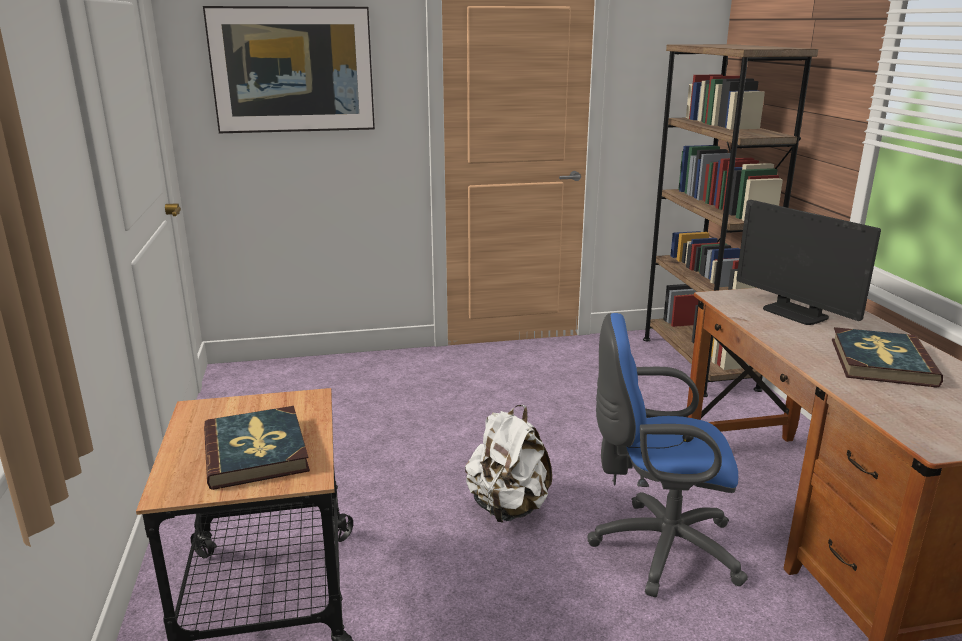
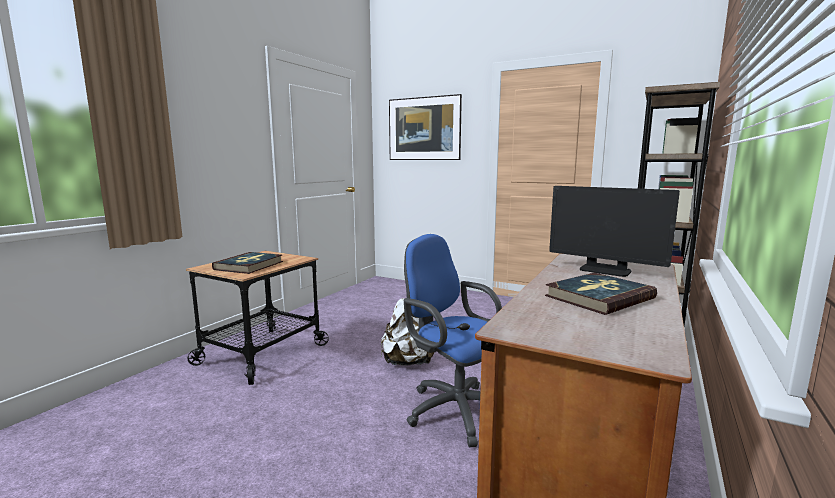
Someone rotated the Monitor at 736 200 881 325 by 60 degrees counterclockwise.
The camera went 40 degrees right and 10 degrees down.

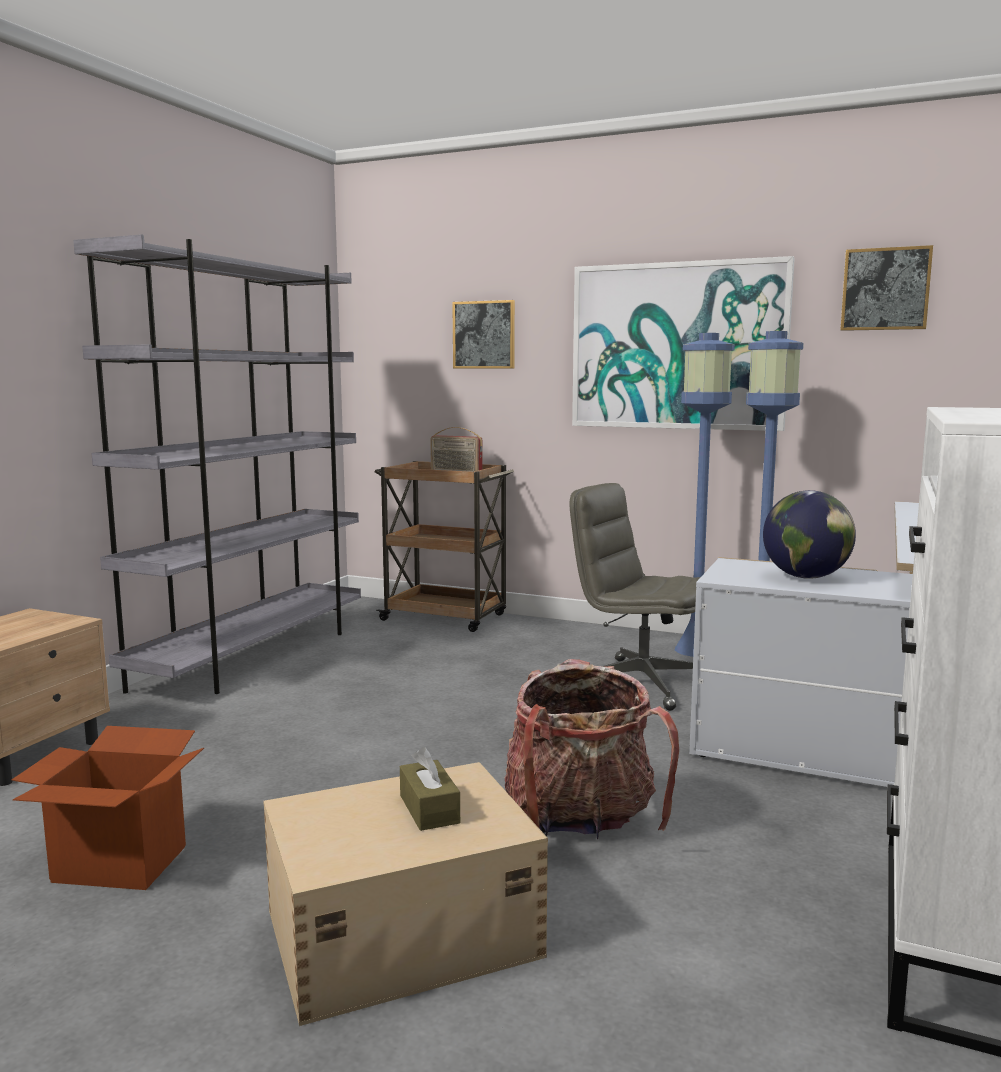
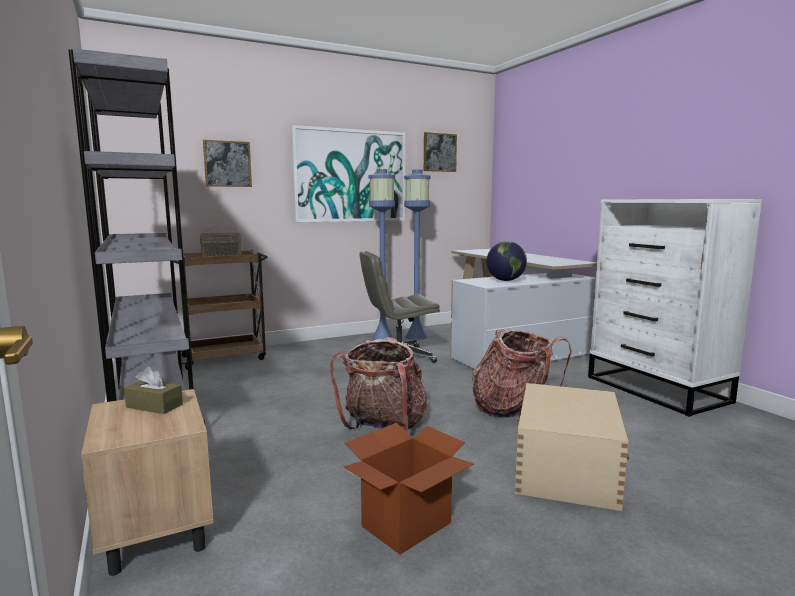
Someone carried the Taschentuchbox/braun from 400 747 460 831 to 124 367 183 414.
Someone put down the Rucksack at 330 337 427 433.
The camera went 50 degrees left and 0 degrees up.

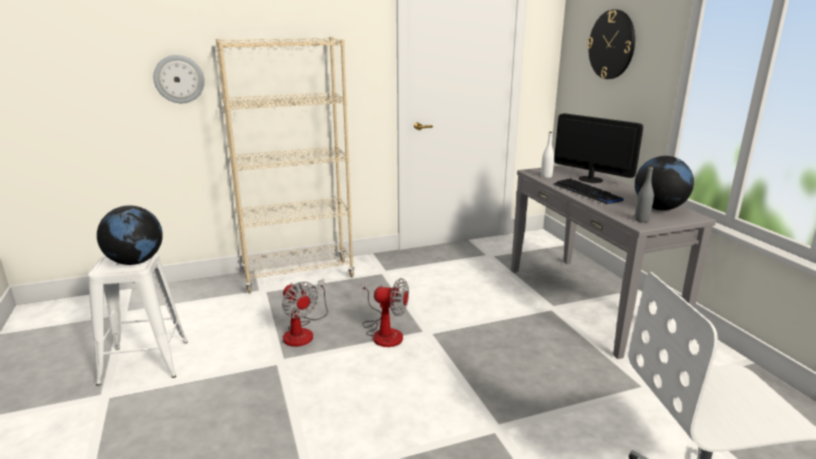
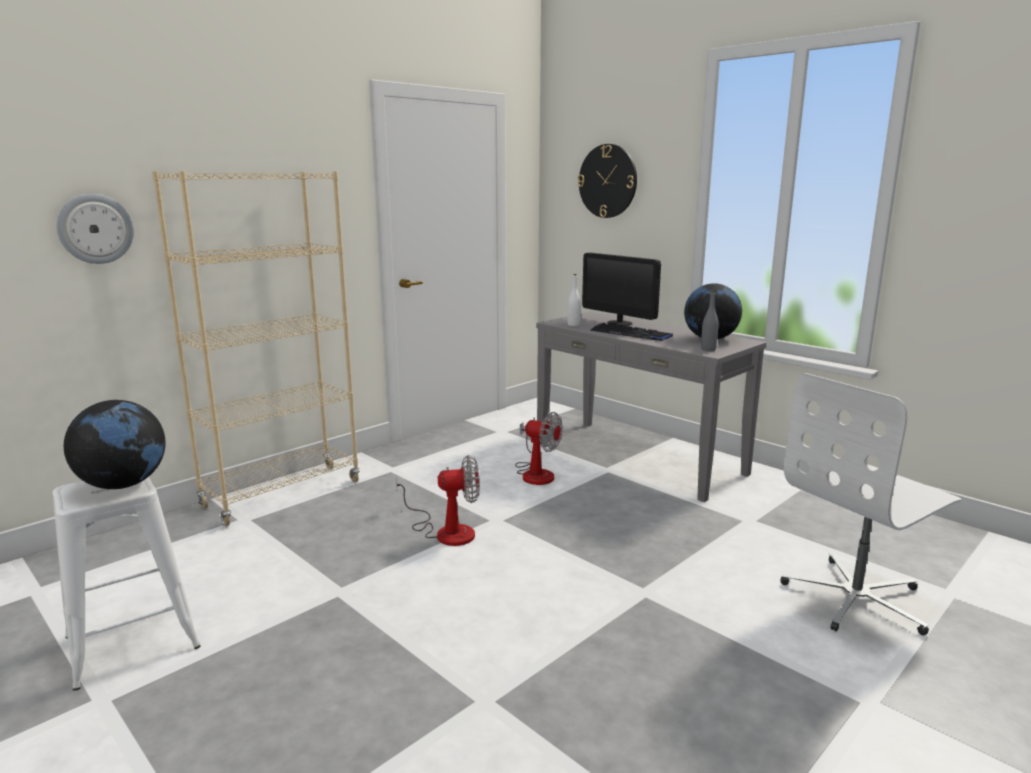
Someone carried the Ventilator from 282 279 328 347 to 515 412 563 485.
Someone rotated the Monitor at 554 113 643 183 by 150 degrees counterclockwise.
The camera went 25 degrees left and 5 degrees down.

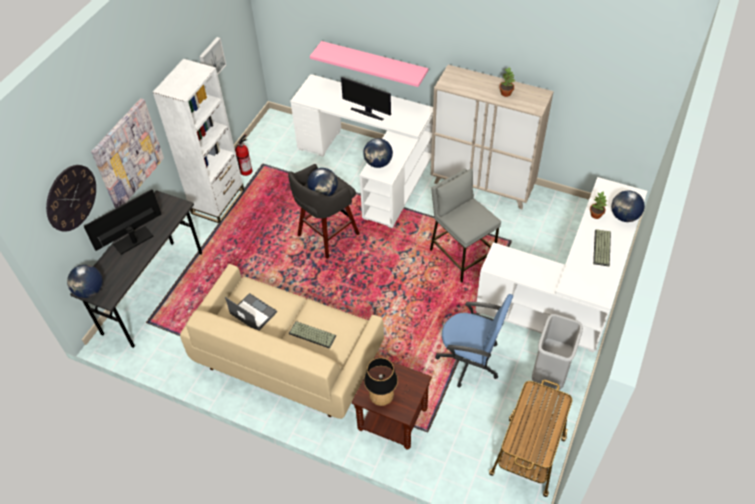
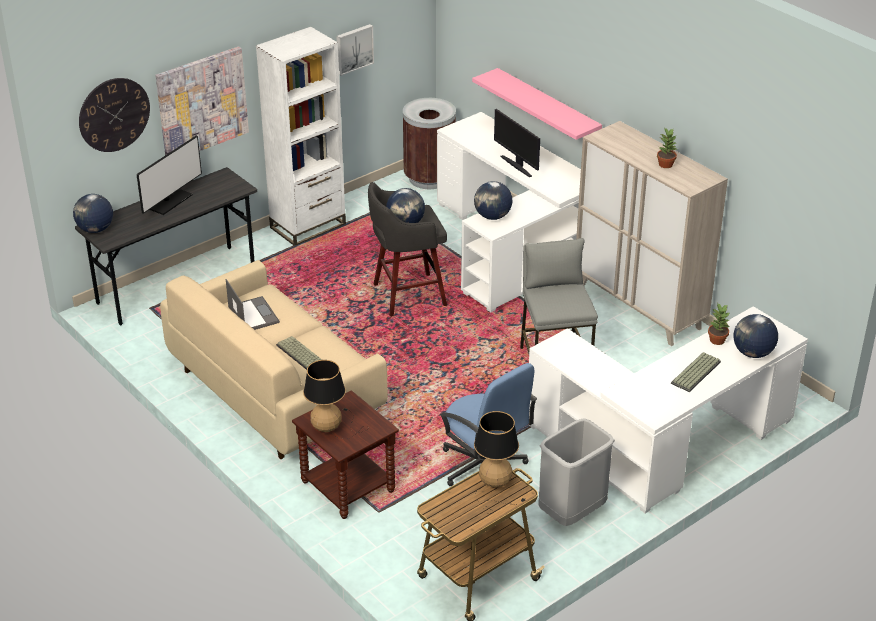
Someone rotated the Monitor at 84 189 162 255 by 135 degrees clockwise.
Someone put down the Mülleimer/braun at 403 98 456 189.
Someone put down the Tischlampe at 474 411 525 514.
Someone took away the Feuerlöscher at 235 134 252 176.
The camera went 25 degrees right and 15 degrees down.

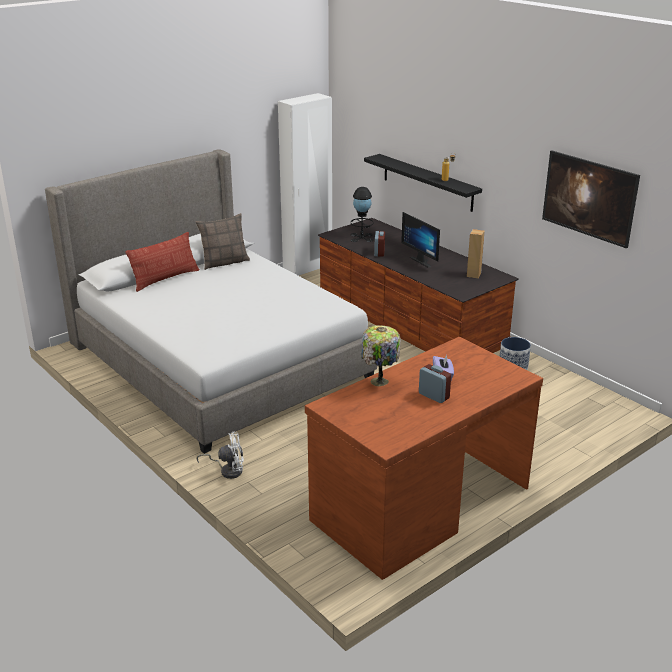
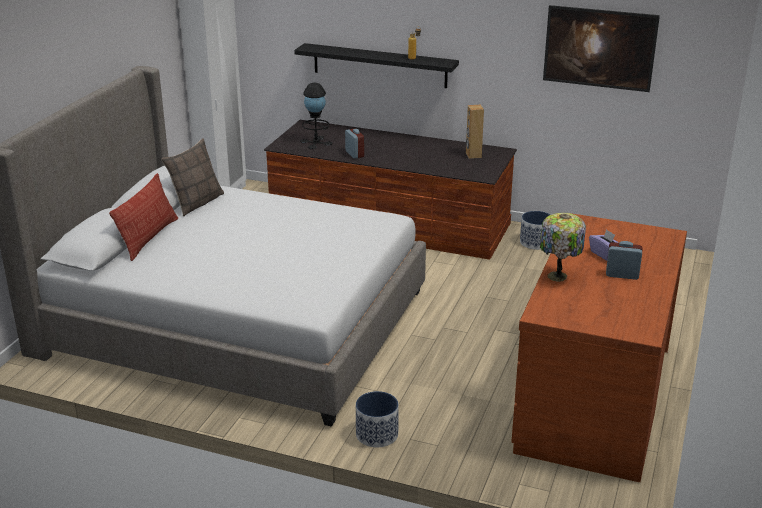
Someone swapped the Ventilator/weiß at 196 432 244 479 for the Pflanzkübel at 356 391 399 447.
Someone took away the Monitor at 401 212 440 268.
The camera went 30 degrees left and 0 degrees up.

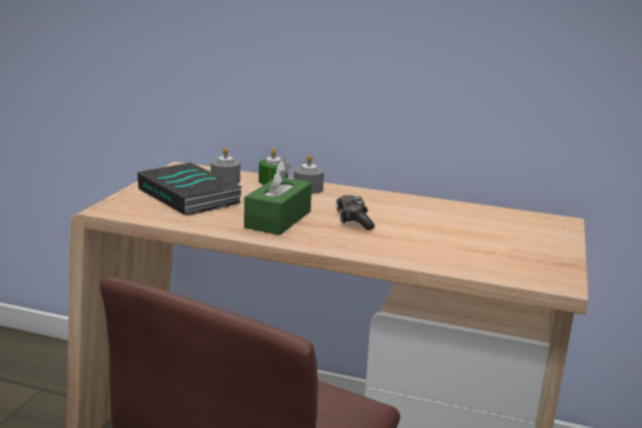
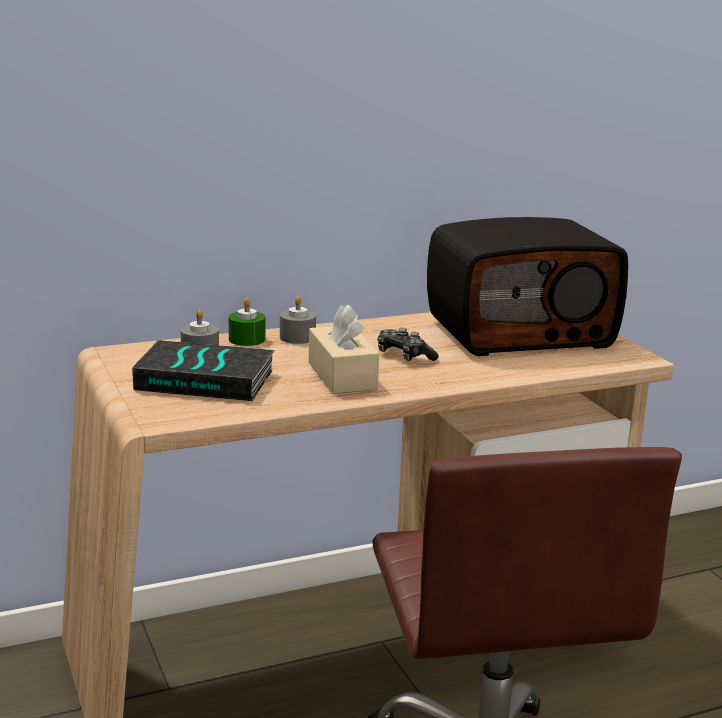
Someone repainted the Taschentuchbox/grün at 244 159 312 235, which became the Taschentuchbox/beige at 309 304 379 394.
Someone put down the Radio at 427 217 628 356.
The camera went 40 degrees left and 0 degrees up.

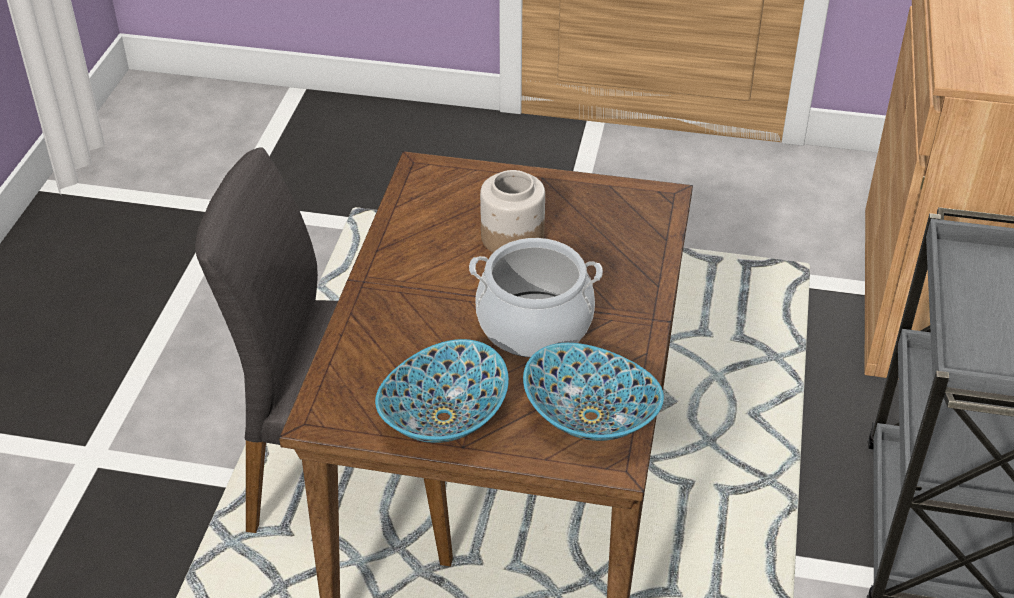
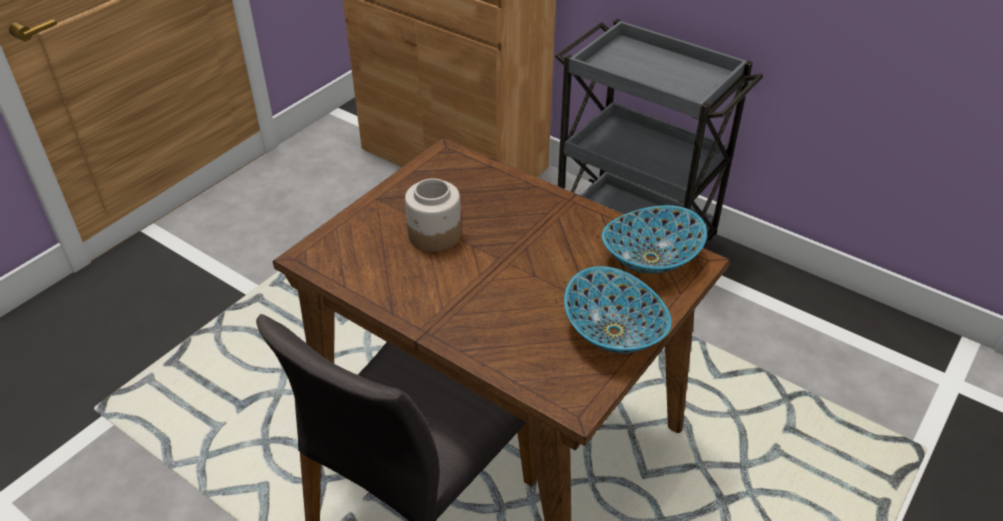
Someone took away the Kochtopf at 469 238 603 358.
The camera went 65 degrees left and 0 degrees up.

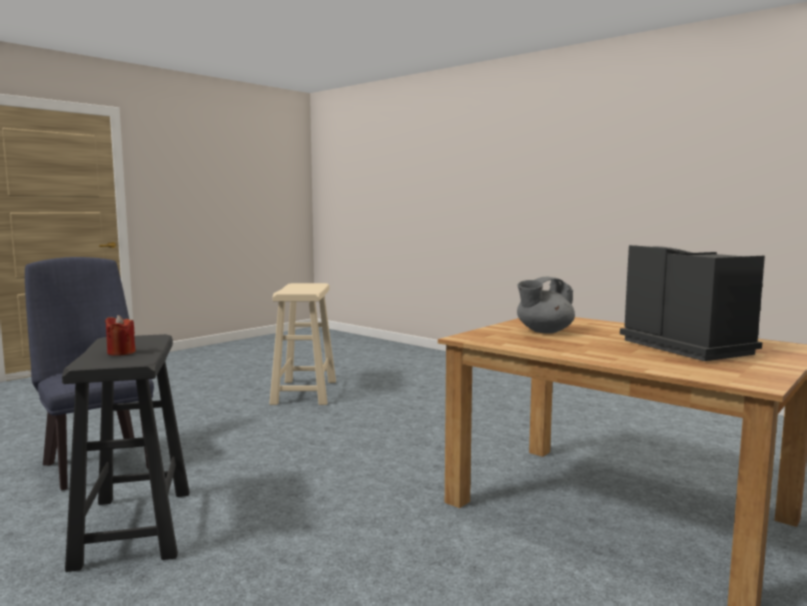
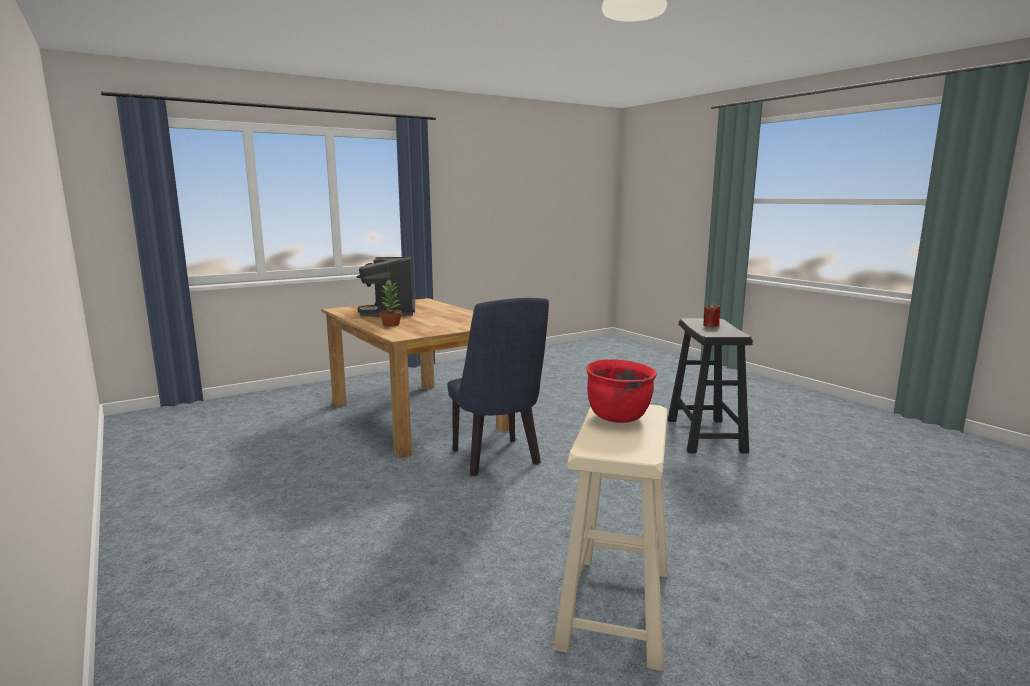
Someone put down the Topfpflanze at 379 279 402 327.
Someone carried the Stuhl/blau from 25 257 154 491 to 447 298 549 476.
Someone put down the Kochtopf/rot at 586 359 657 423.
Someone took away the Teekanne/grau at 517 277 575 333.
The camera went 165 degrees left and 5 degrees up.

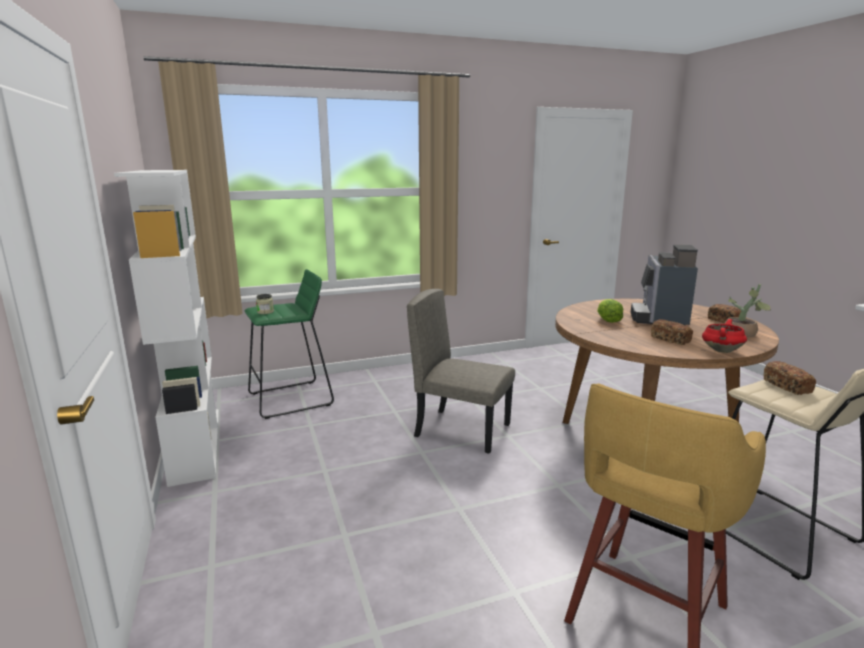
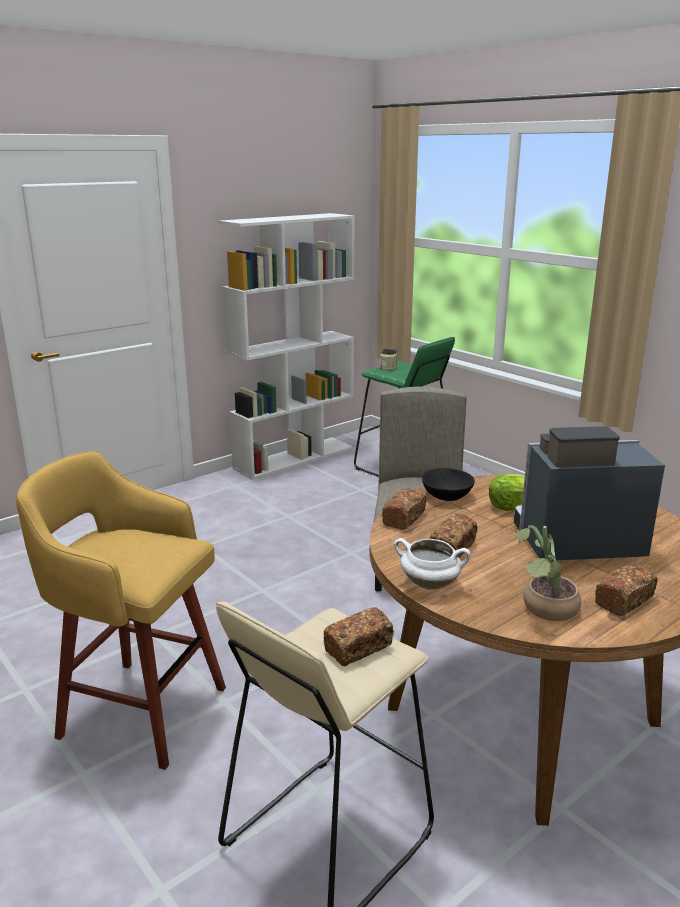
Someone put down the Brot at 382 488 426 530.
Someone repainted the Kochtopf/rot at 702 319 747 353, which became the Kochtopf/weiß at 394 538 471 590.
Someone put down the Schüssel/schwarz at 422 468 475 501.
The camera went 70 degrees right and 5 degrees up.

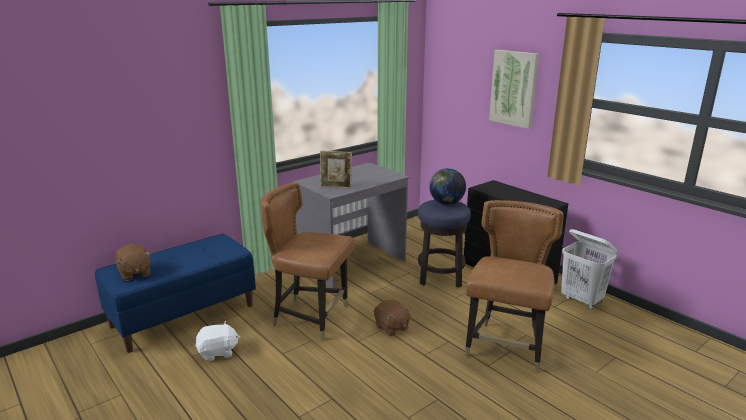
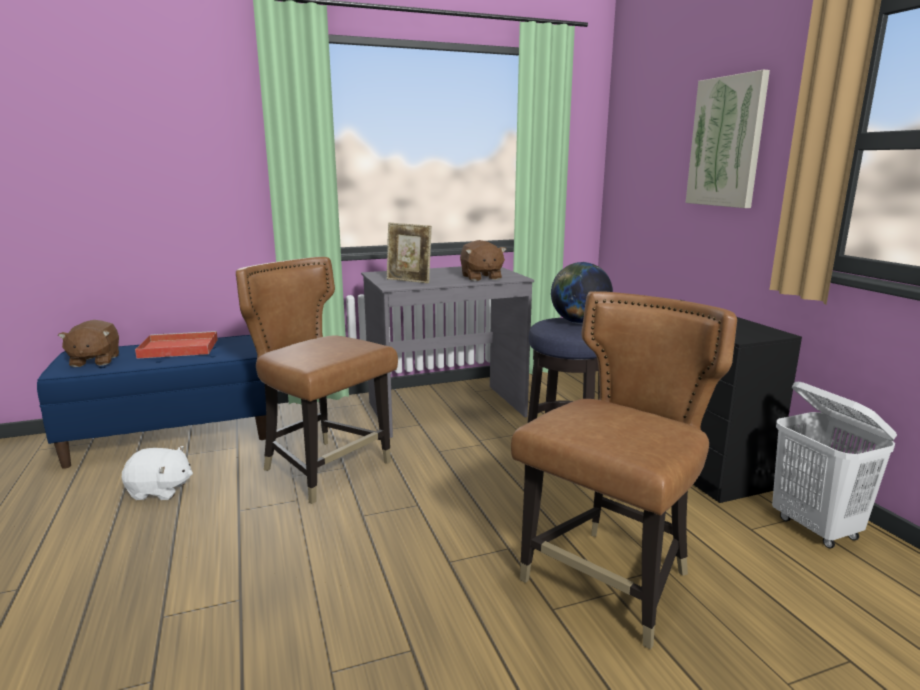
Someone put down the Tablett/rot at 135 331 218 359.
Someone carried the Plüschtier/braun from 374 300 411 336 to 460 240 507 281.
The camera went 20 degrees right and 5 degrees down.

